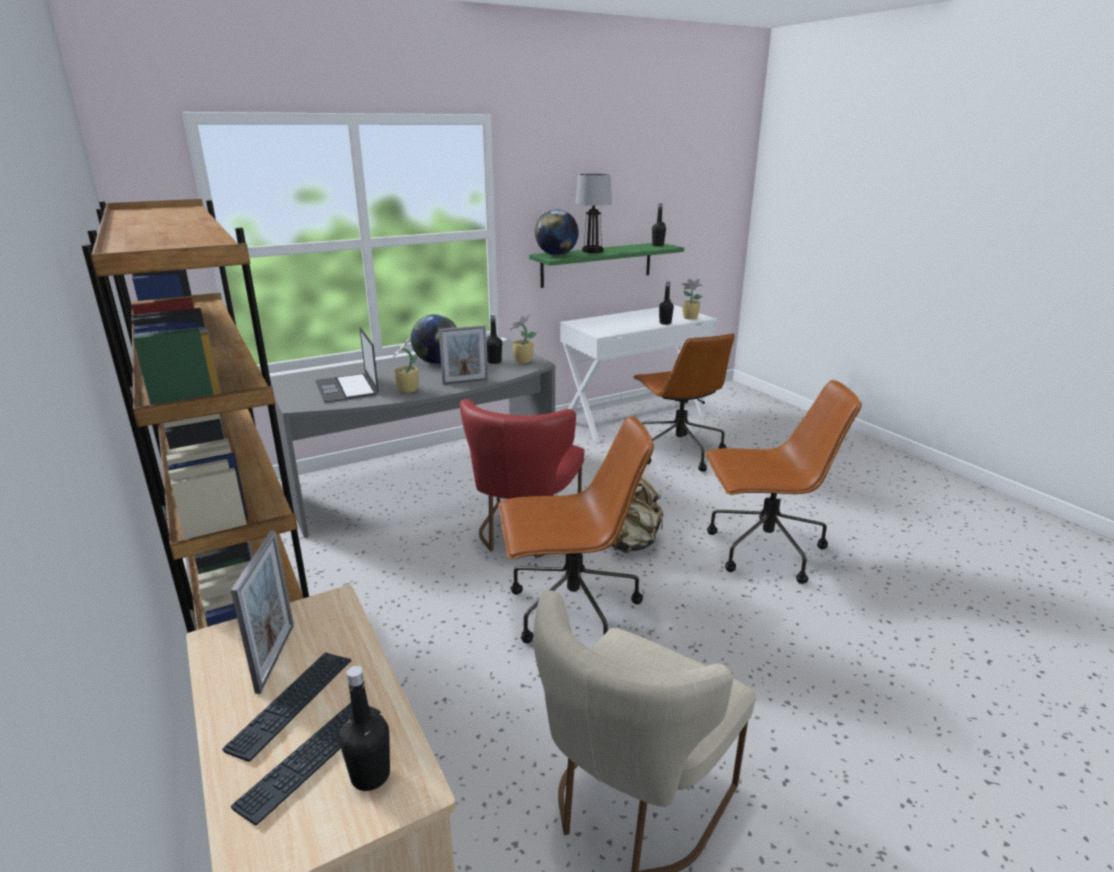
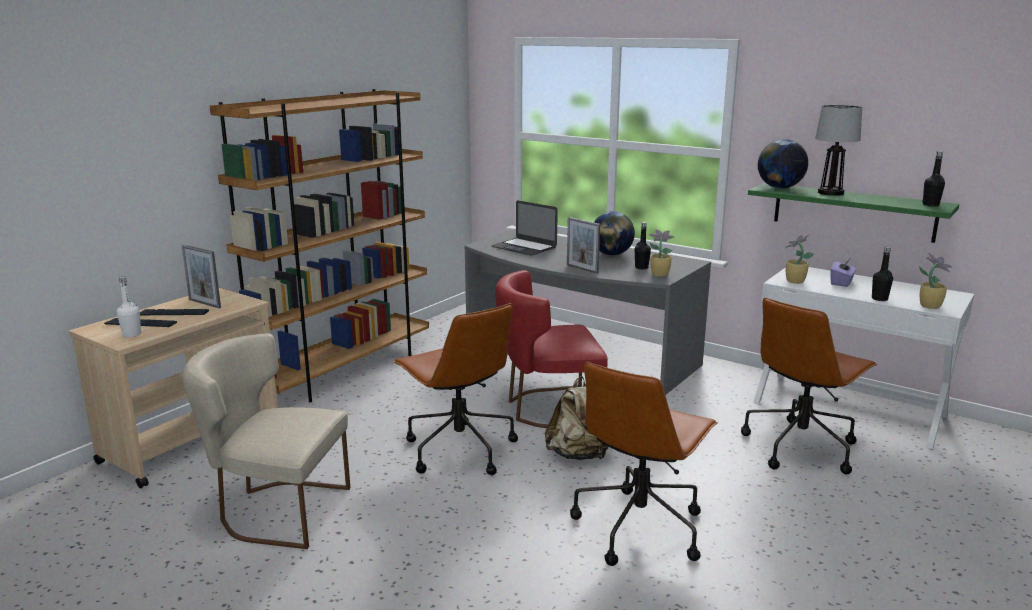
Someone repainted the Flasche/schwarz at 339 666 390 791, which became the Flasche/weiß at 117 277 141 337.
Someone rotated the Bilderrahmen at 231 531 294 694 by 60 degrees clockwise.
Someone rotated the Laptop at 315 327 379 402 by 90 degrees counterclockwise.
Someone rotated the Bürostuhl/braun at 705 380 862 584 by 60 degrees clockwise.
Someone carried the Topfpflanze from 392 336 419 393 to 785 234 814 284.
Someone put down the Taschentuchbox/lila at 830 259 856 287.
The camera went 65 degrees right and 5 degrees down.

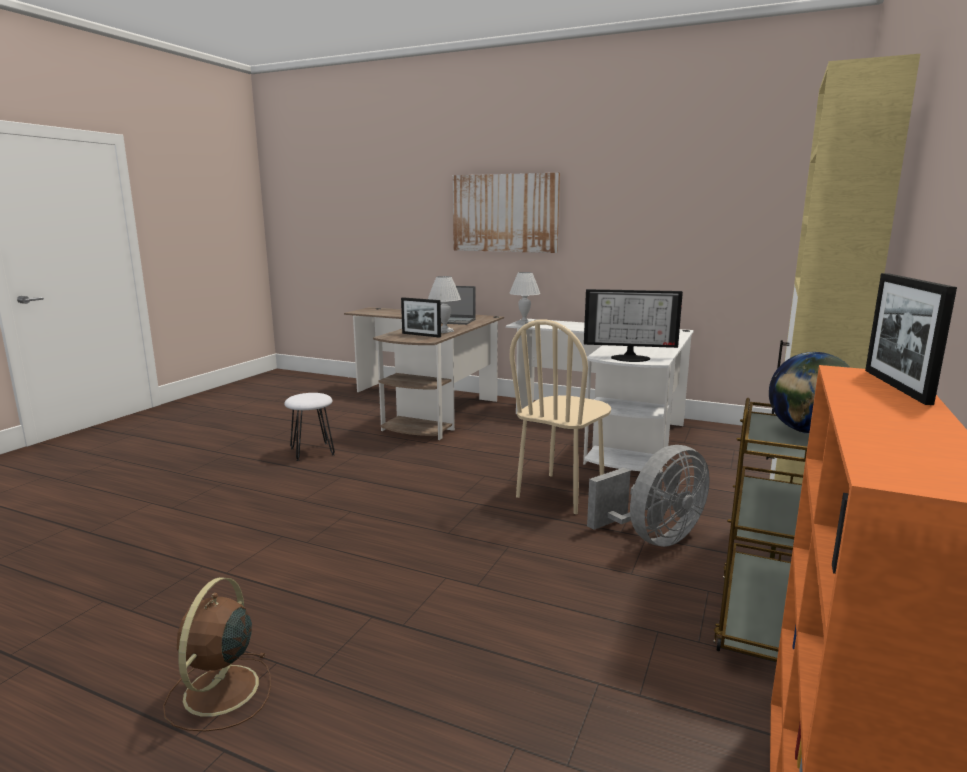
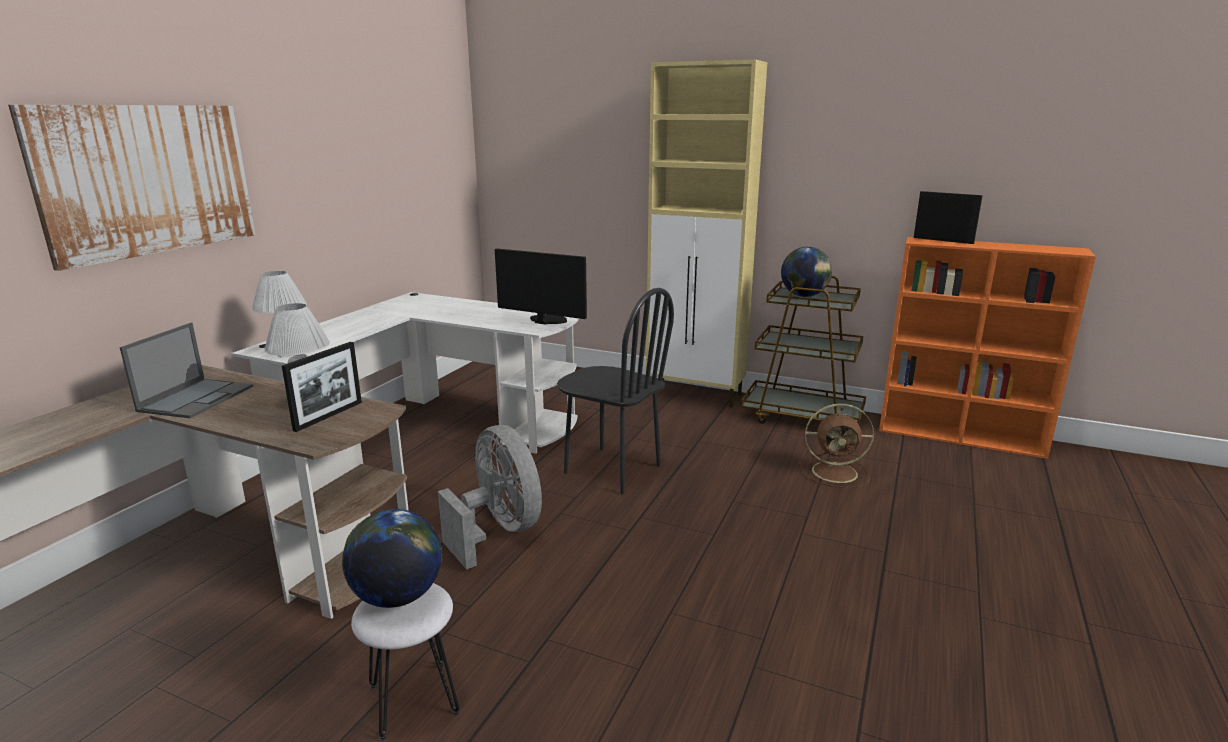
Someone put down the Globus at 342 509 442 608.
Someone carried the Ventilator/grau from 587 445 710 547 to 438 425 542 569.
Someone rotated the Monitor at 584 289 683 362 by 75 degrees counterclockwise.
Someone repainted the Stuhl/beige at 509 319 611 514, which became the Stuhl/schwarz at 557 288 674 494.
Someone carried the Ventilator/braun from 163 577 271 731 to 799 403 874 488.
Someone rotated the Bilderrahmen at 865 273 957 405 by 150 degrees counterclockwise.
The camera went 90 degrees left and 5 degrees up.

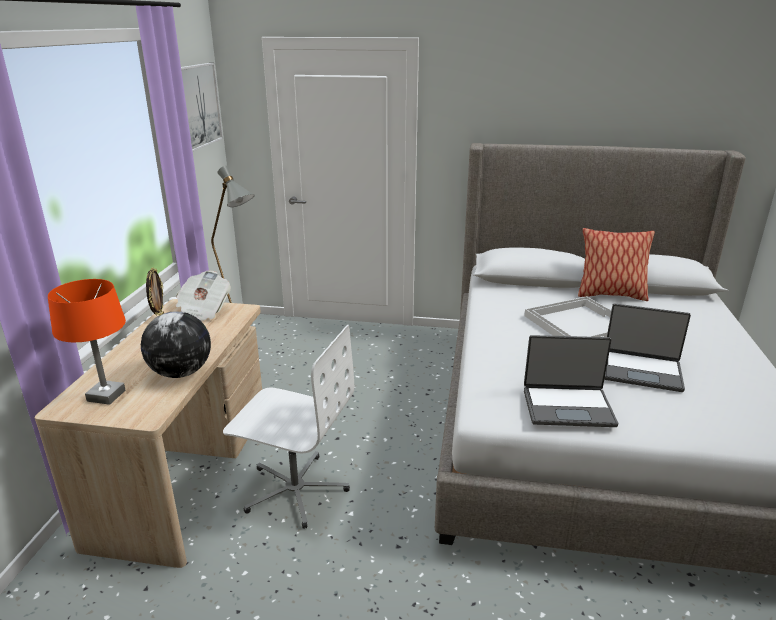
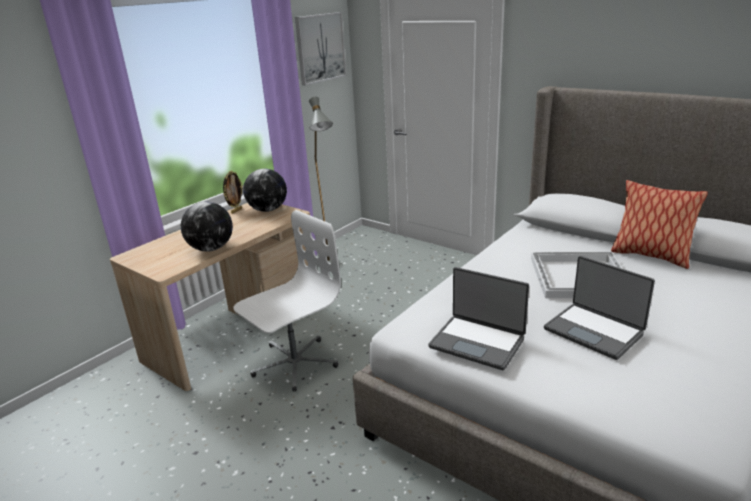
Someone rotated the Bürostuhl/weiß at 223 325 354 529 by 90 degrees counterclockwise.
Someone swapped the Zeitung at 176 270 231 321 for the Globus at 243 169 287 212.
Someone took away the Tischlampe/orange at 48 279 126 405.
The camera went 30 degrees right and 0 degrees up.

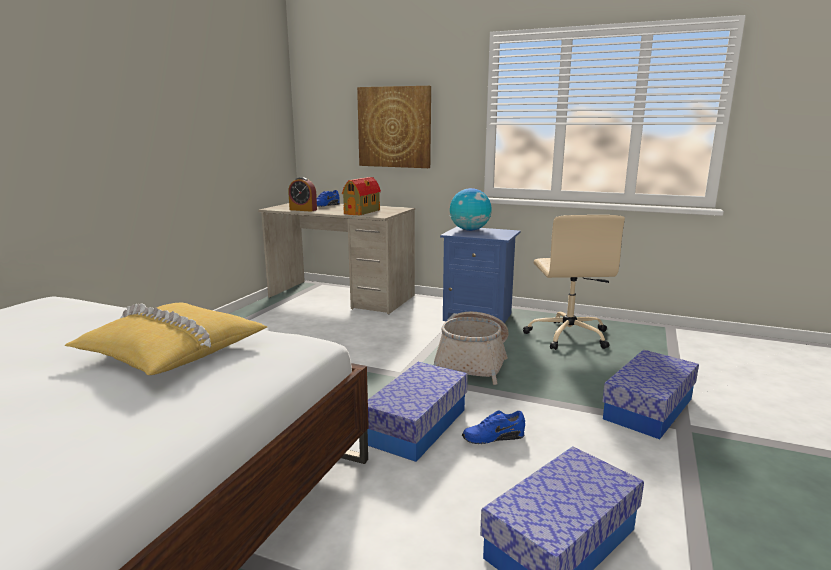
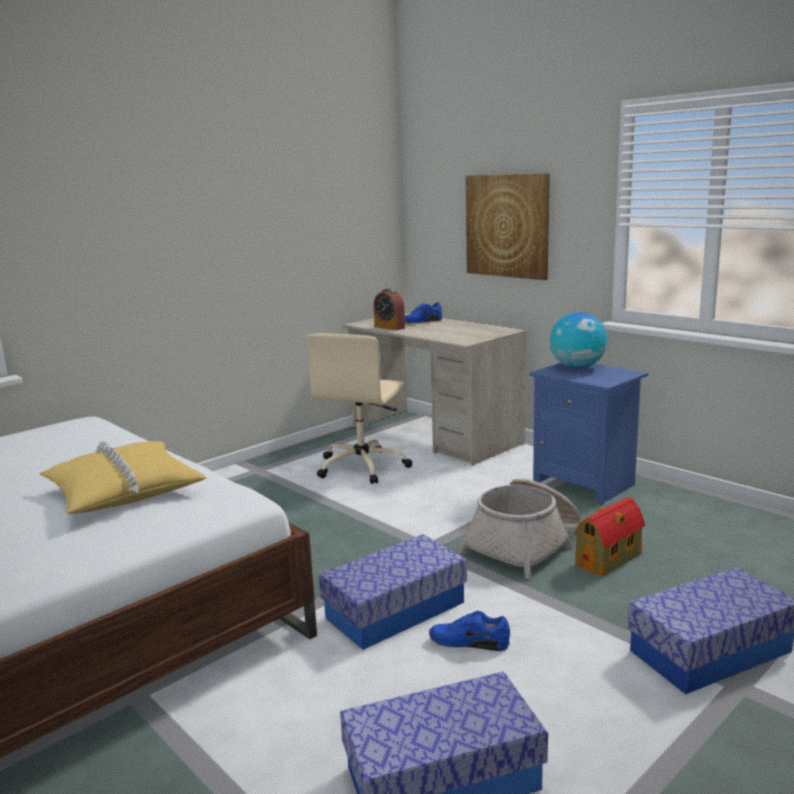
Someone carried the Bürostuhl/beige from 523 215 625 350 to 306 333 412 484.
Someone carried the Spielzeughaus from 342 177 381 216 to 574 497 645 577.
The camera went 25 degrees right and 0 degrees up.

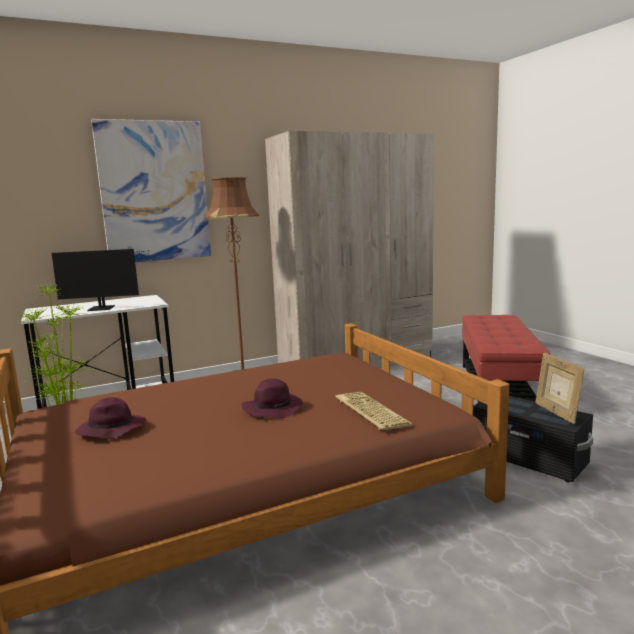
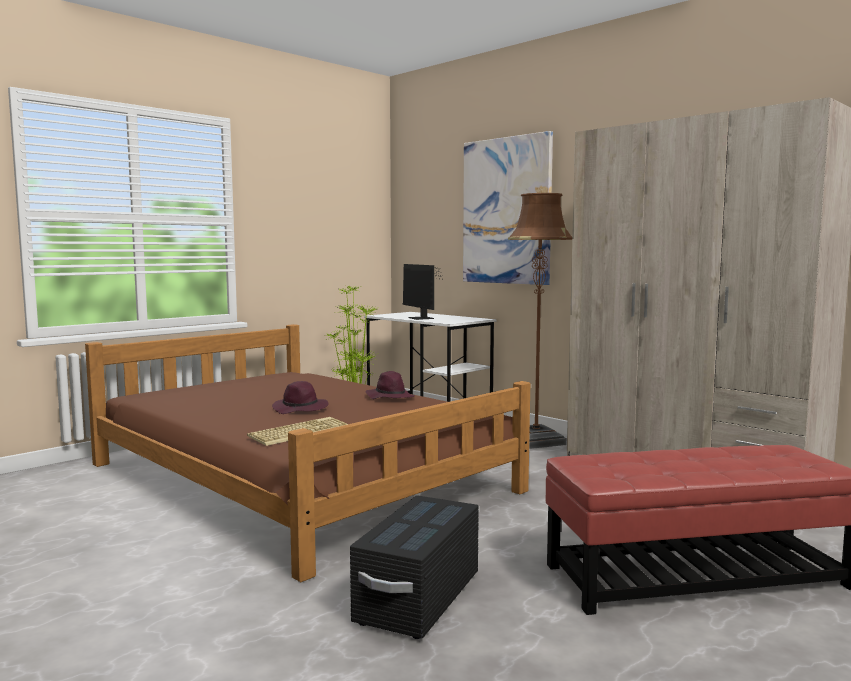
Someone carried the Hut/lila from 75 397 146 439 to 366 371 415 399.
Someone took away the Bilderrahmen at 536 353 585 424.
The camera went 70 degrees right and 5 degrees down.

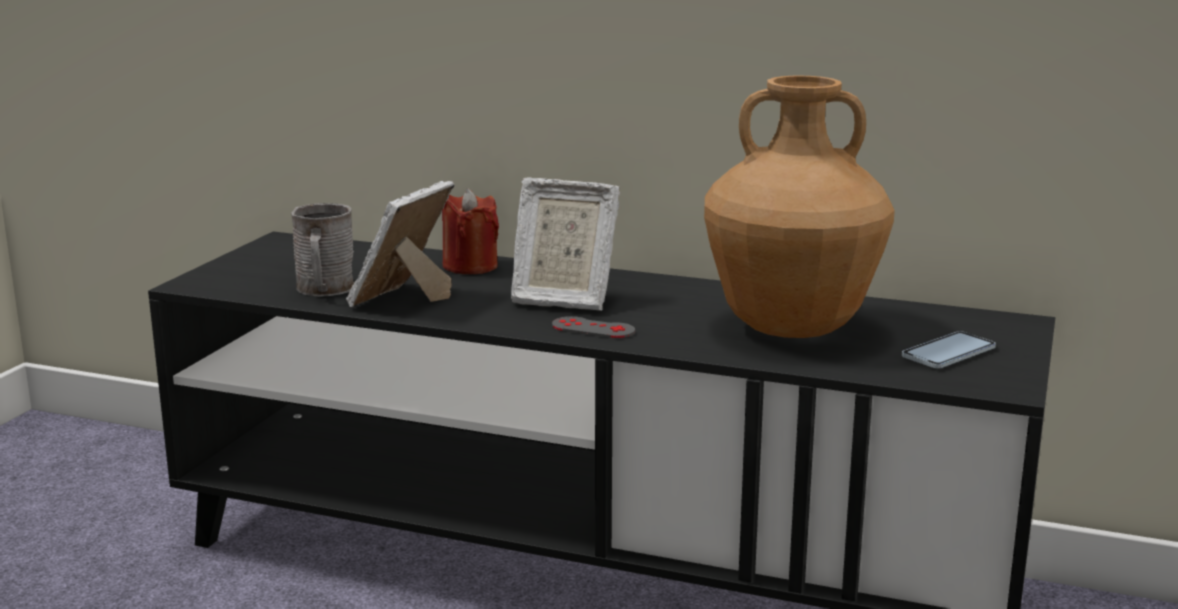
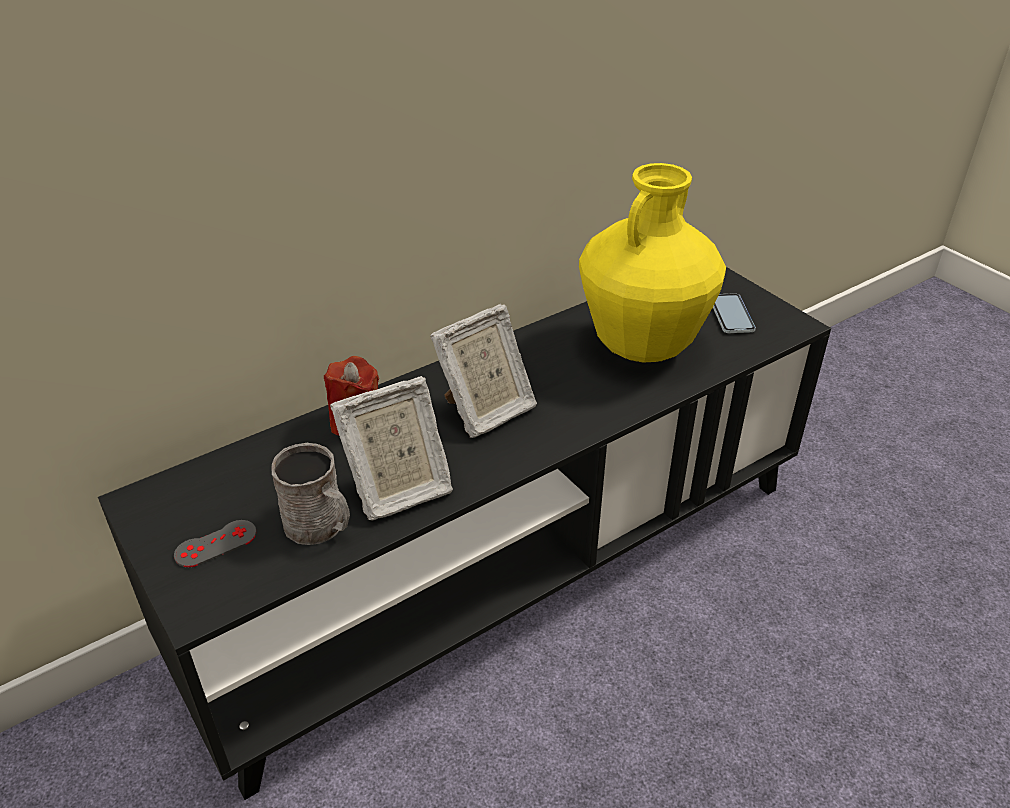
Someone carried the Gamepad/grau from 552 316 635 338 to 174 520 256 568.
Someone rotated the Bilderrahmen at 346 181 454 307 by 90 degrees counterclockwise.
Someone repainted the Vase/braun at 704 76 895 338, which became the Vase/gelb at 579 163 726 363.
The camera went 55 degrees left and 20 degrees up.

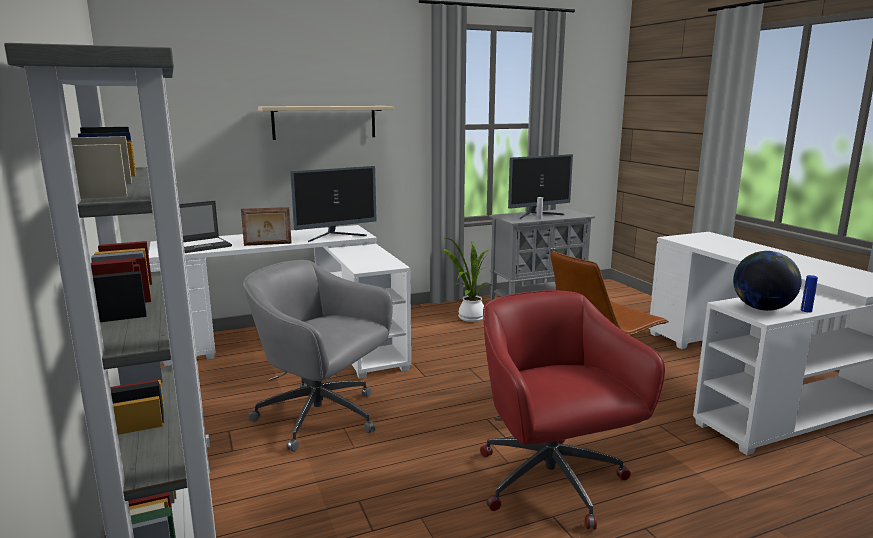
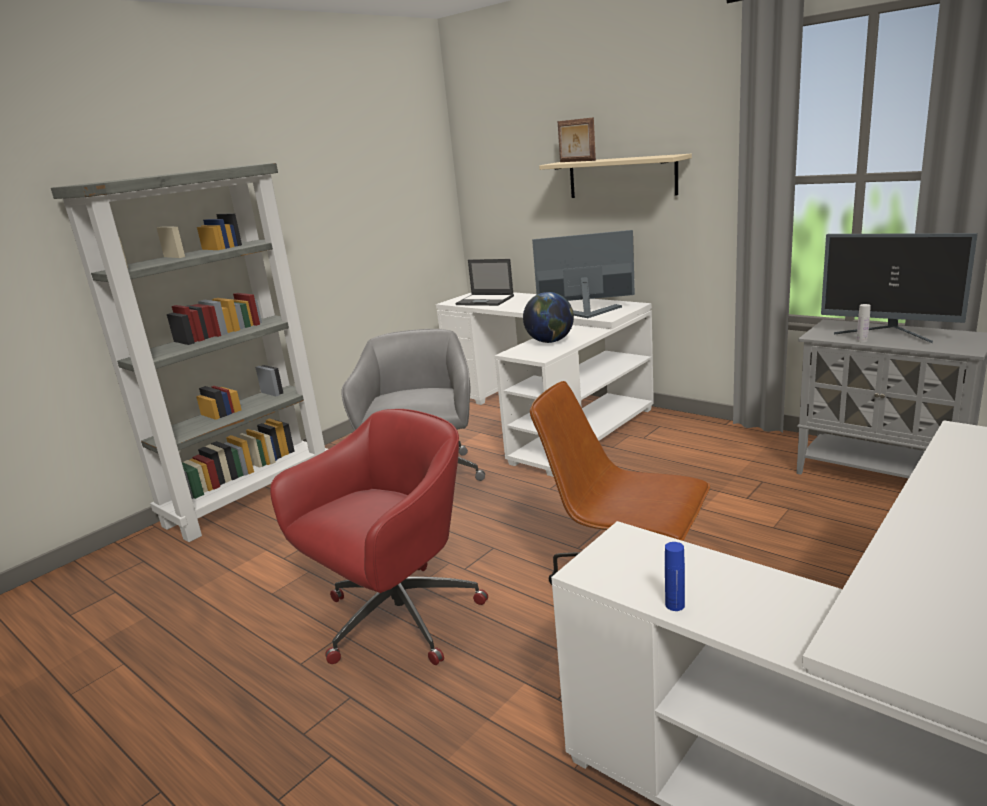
Someone carried the Globus from 733 251 801 311 to 523 292 574 343.
Someone rotated the Monitor at 290 166 377 242 by 150 degrees clockwise.
Someone carried the Bilderrahmen from 241 207 292 246 to 558 117 596 162.
Someone took away the Topfpflanze at 442 238 493 322.
The camera went 65 degrees right and 5 degrees up.

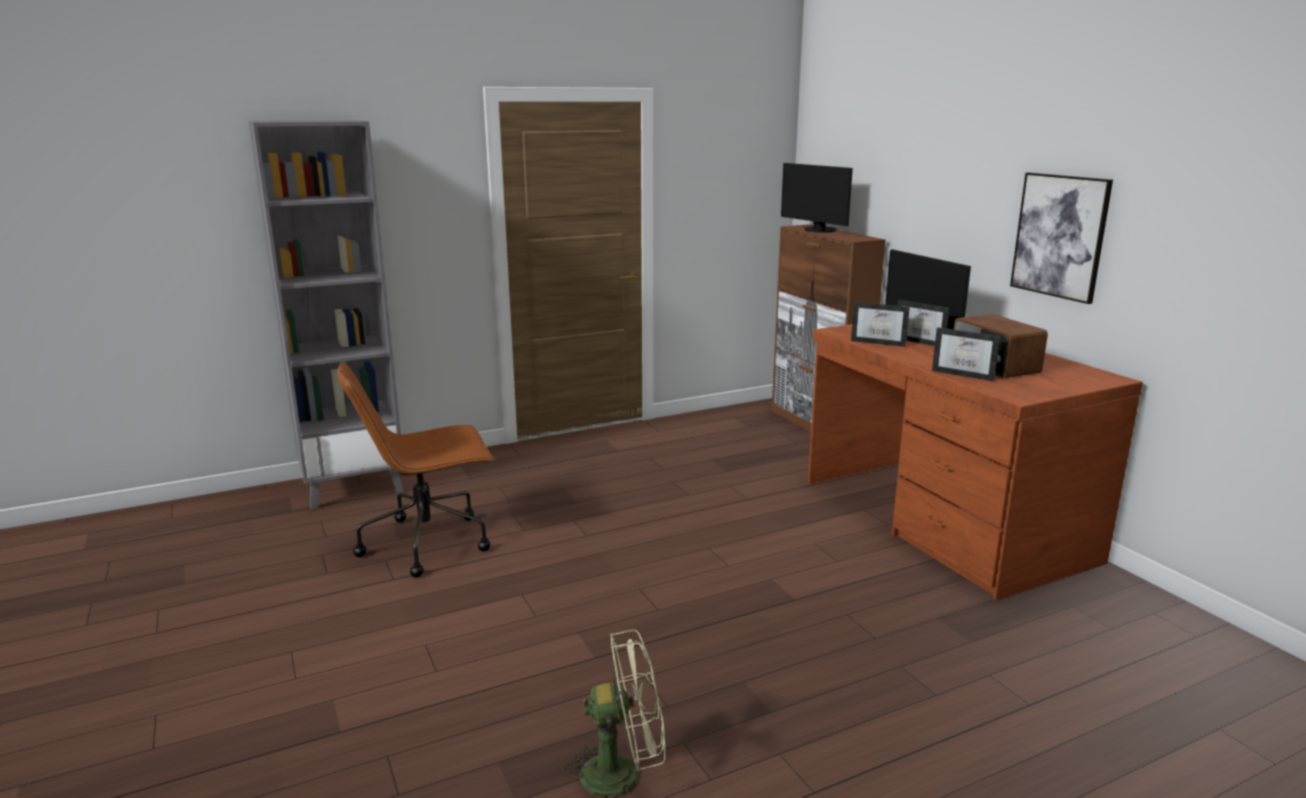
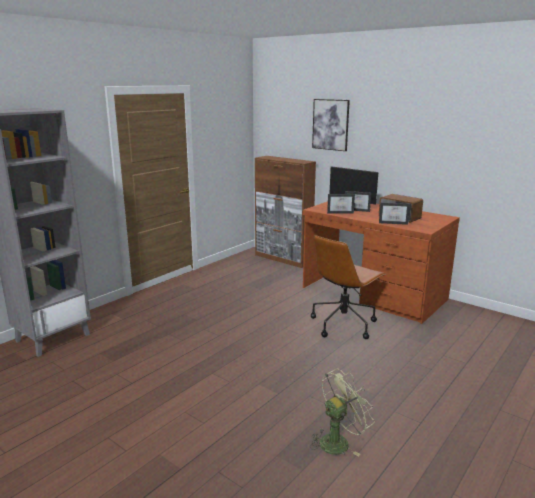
Someone carried the Bürostuhl/braun from 337 362 495 577 to 311 235 386 339.
Someone carried the Bild from 1010 173 1113 304 to 312 99 350 151.
Someone took away the Monitor at 781 163 853 233.
The camera went 25 degrees left and 0 degrees up.

